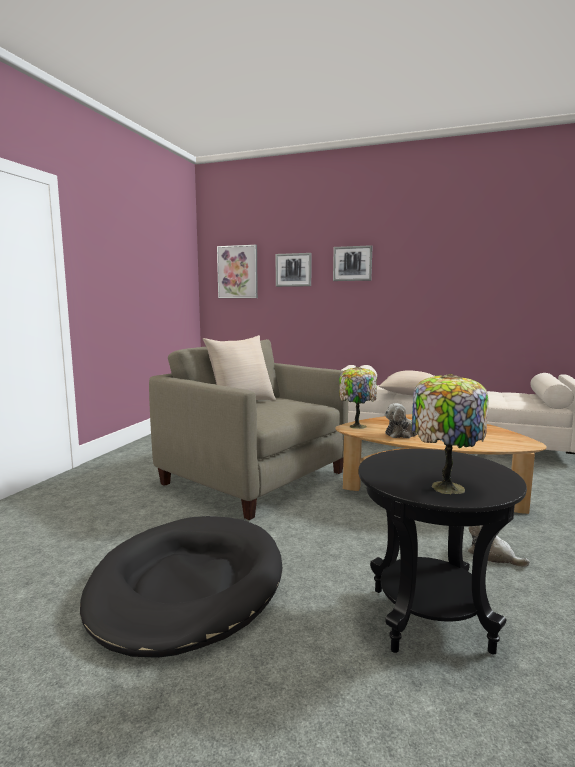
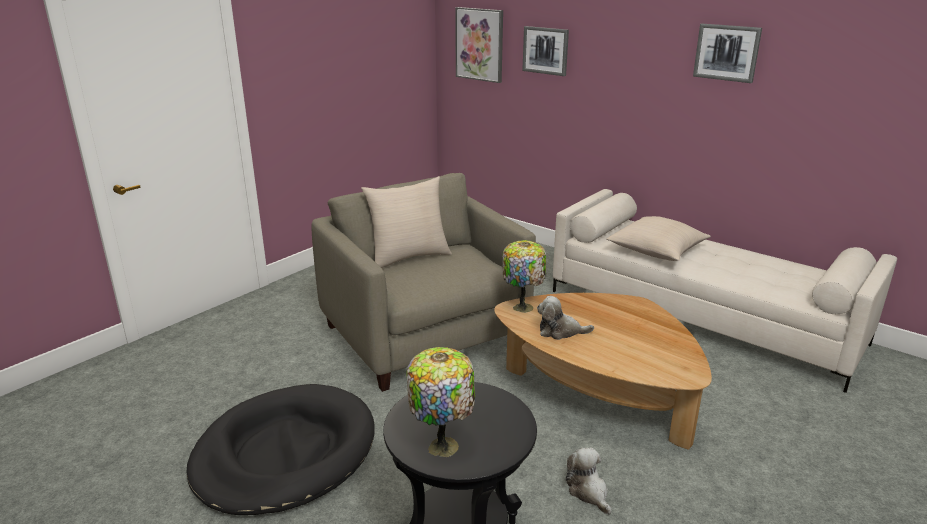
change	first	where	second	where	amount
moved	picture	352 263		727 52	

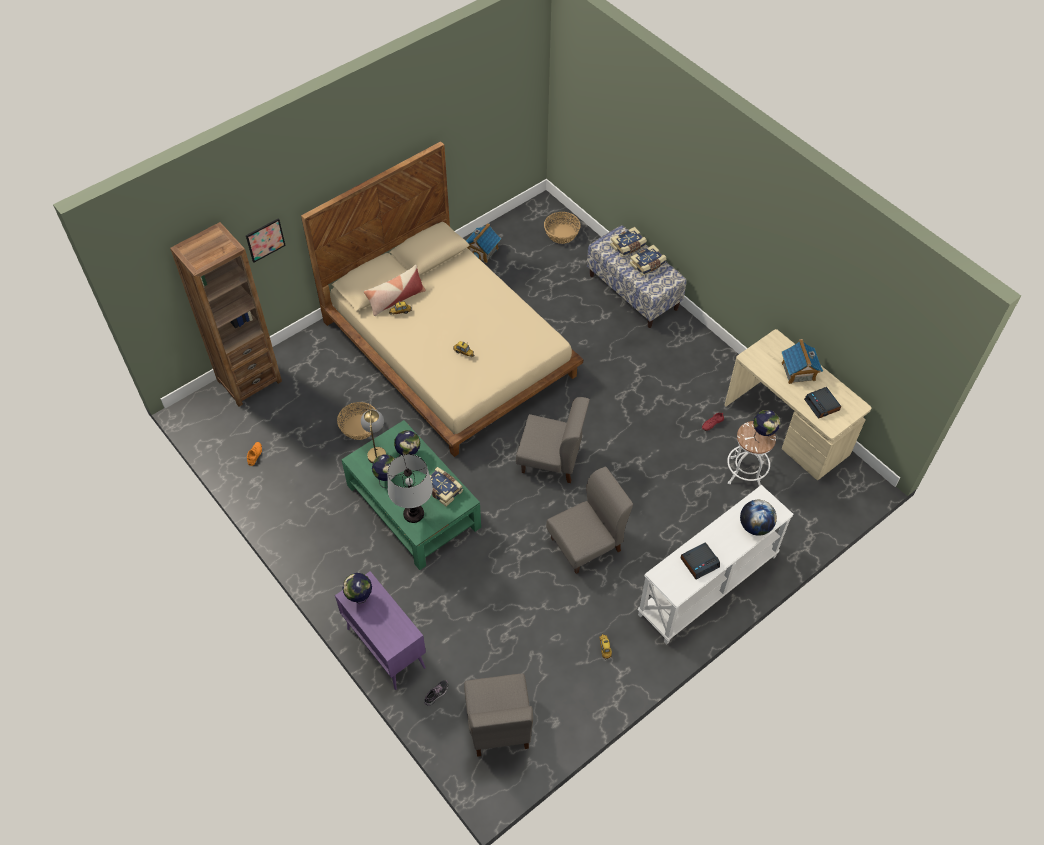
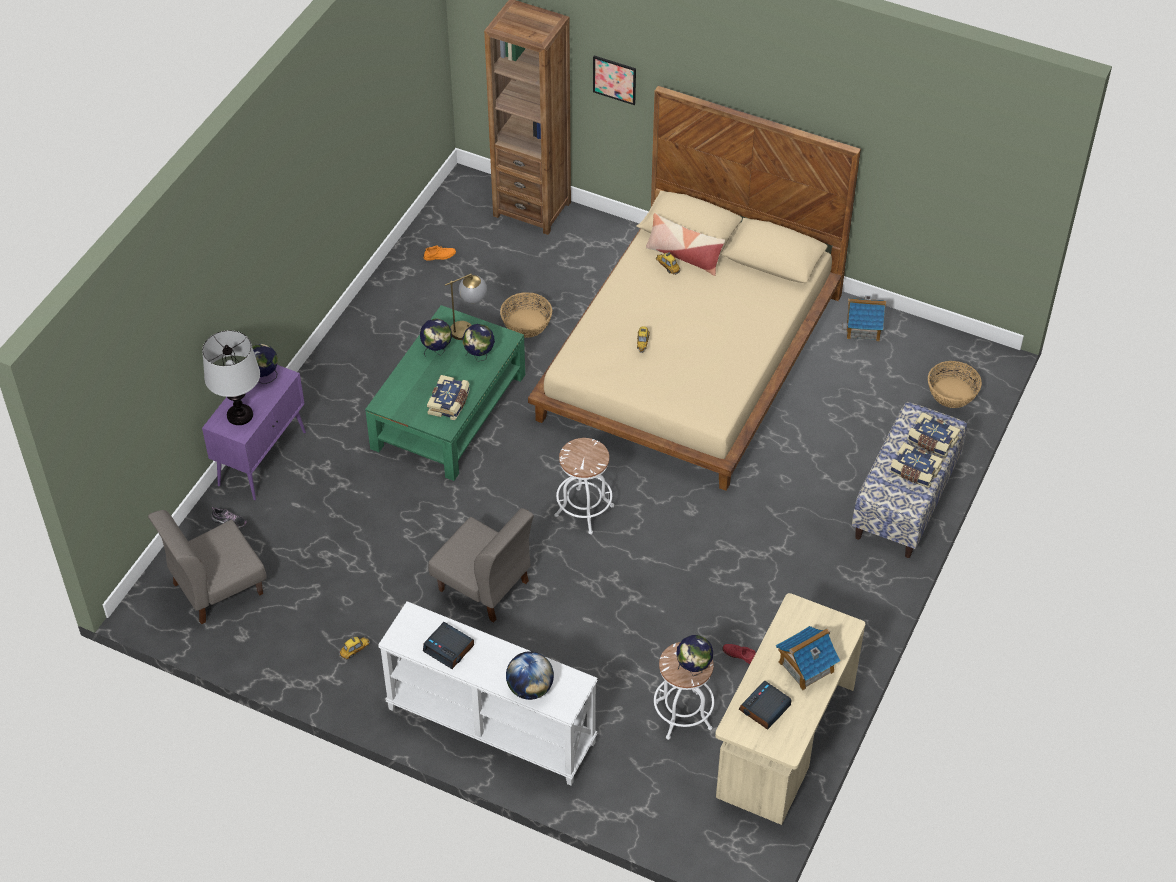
change	first	where	second	where	amount
moved	table_lamp	413 514		239 415	
replaced	grey_chair	551 460	white_stool	584 511	

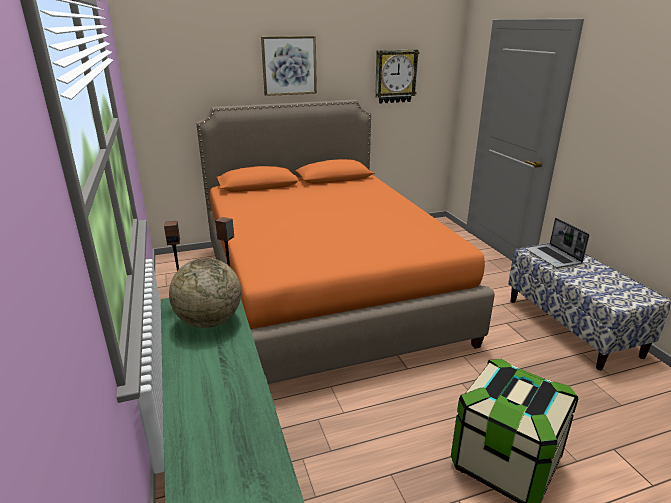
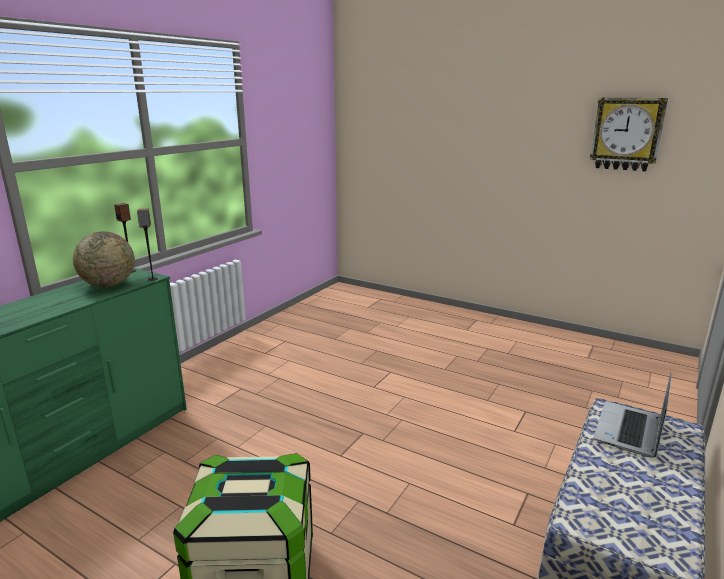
change	first	where	second	where	amount
removed	orange_bed	324 290			
removed	picture	289 65			

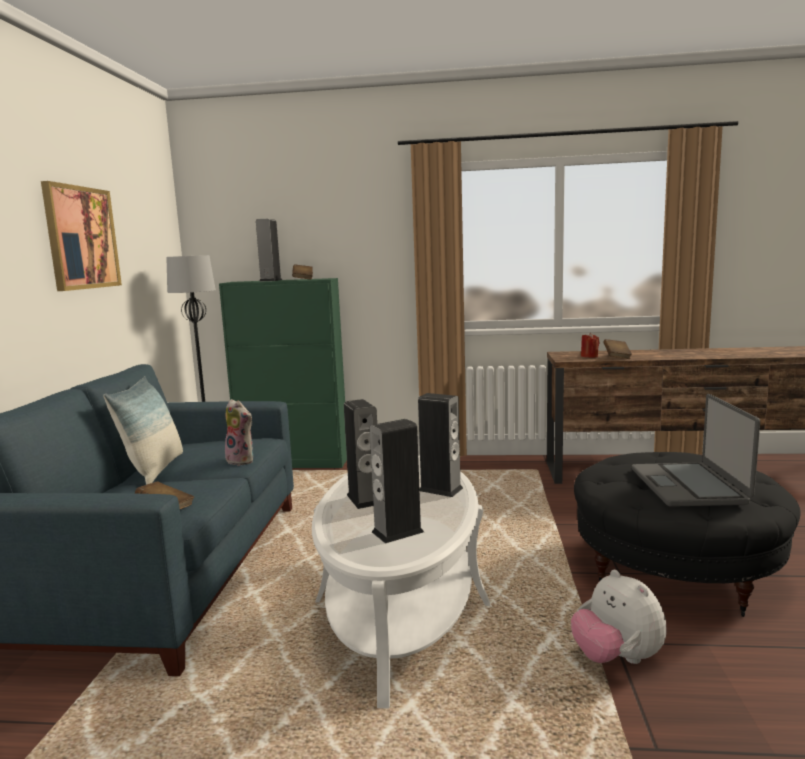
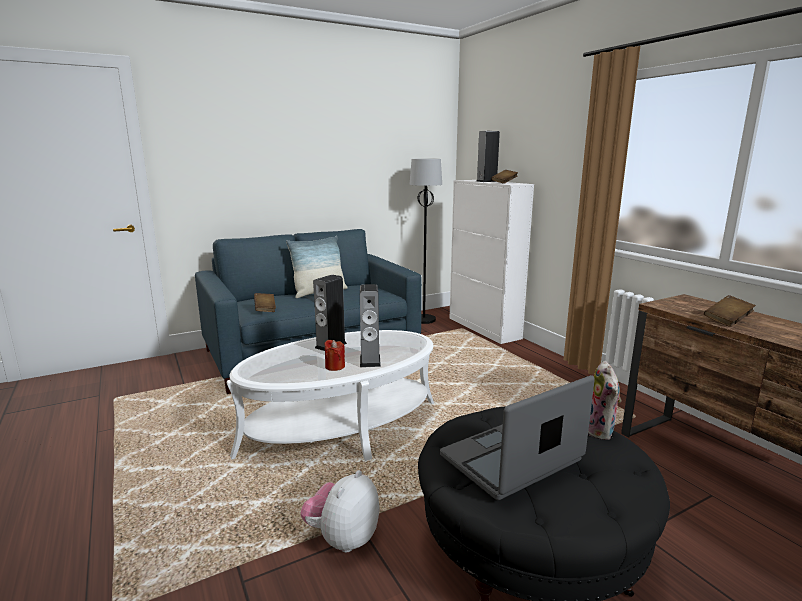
change	first	where	second	where	amount
moved	red_candle	589 356		335 366	
recoloured	green_cabinet	294 462	white_cabinet	484 328	
moved	plush_toy	242 460		600 432	
removed	picture	81 238			
removed	speaker	397 532			

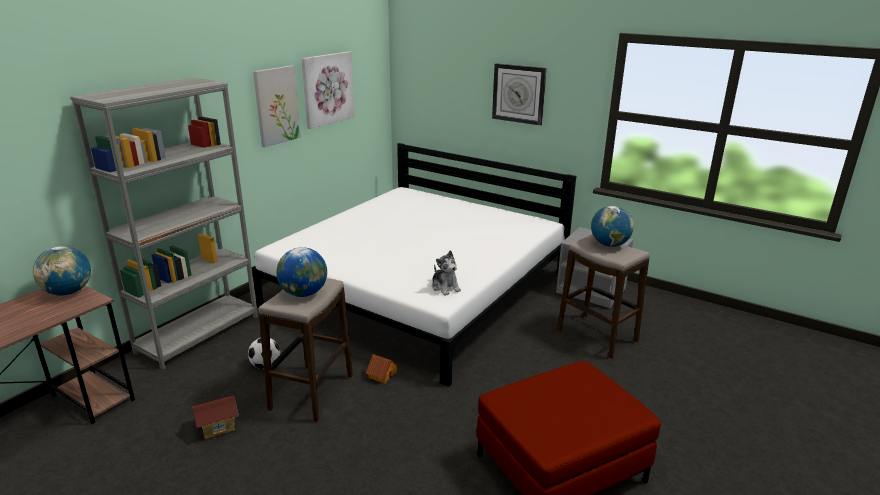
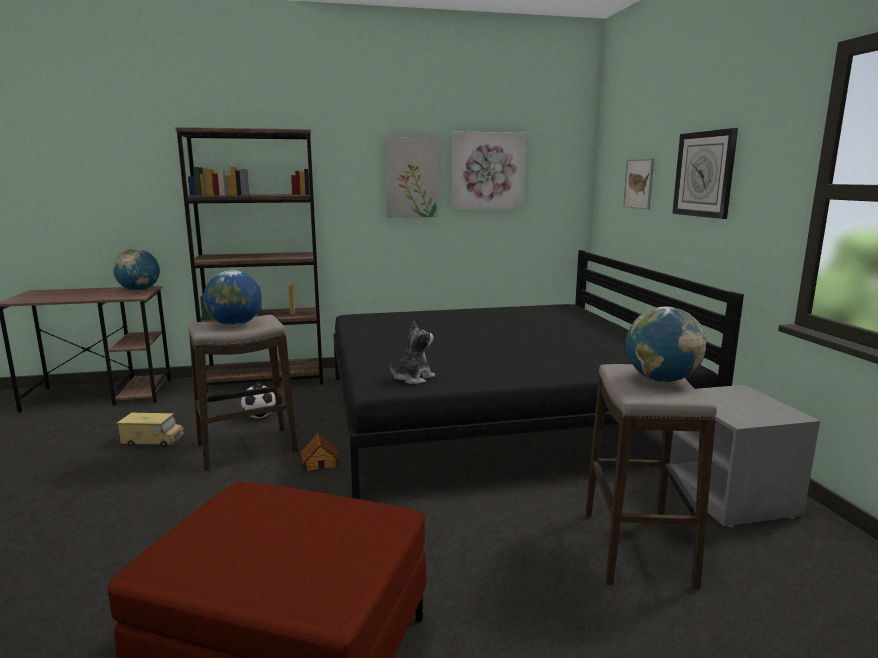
change	first	where	second	where	amount
replaced	toy_house	218 427	toy_truck	153 440	
recoloured	grey_bookcase	199 334	brown_bookcase	266 380	
recoloured	white_bed	420 288	black_bed	495 412	
turned	plush_toy	445 287		412 378	150 degrees counterclockwise
added			picture	639 183	

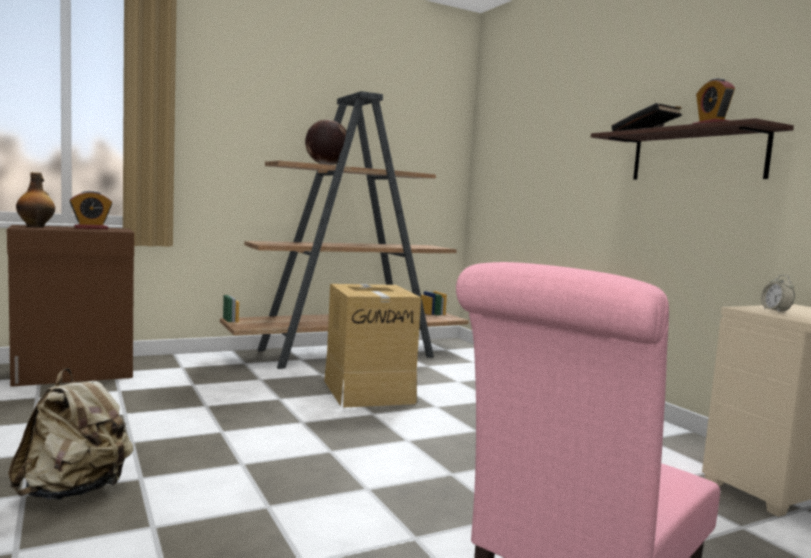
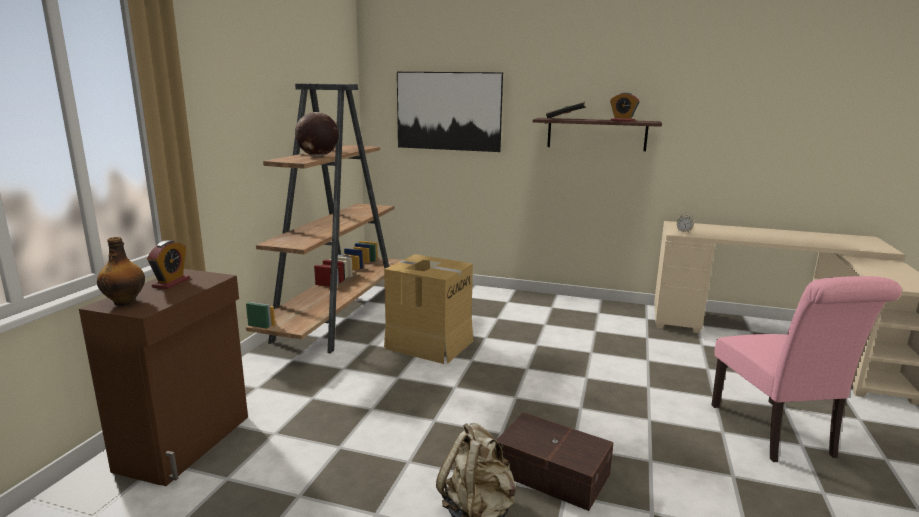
change	first	where	second	where	amount
added			picture	448 111	
added			brown_storage_box	552 472	

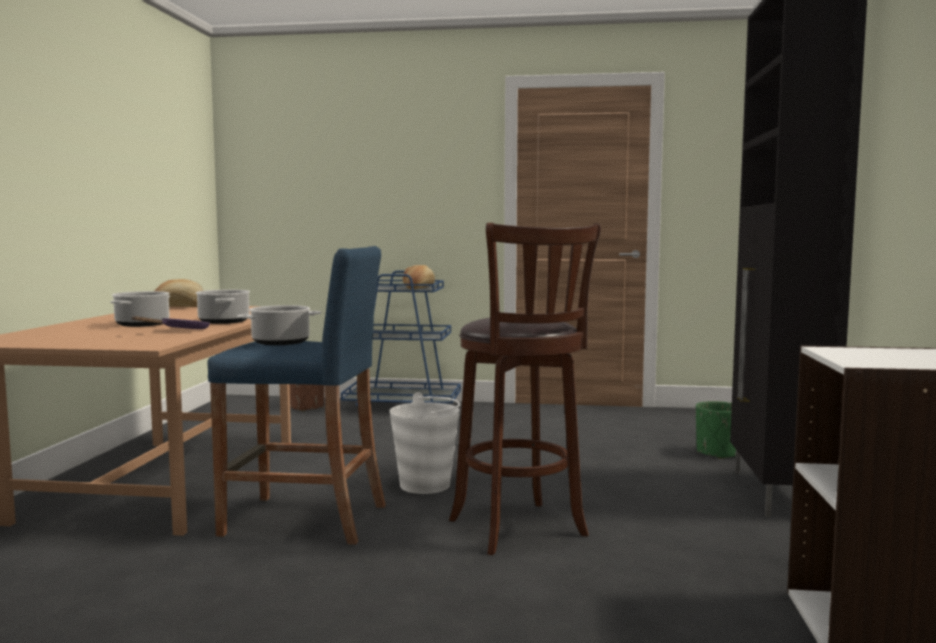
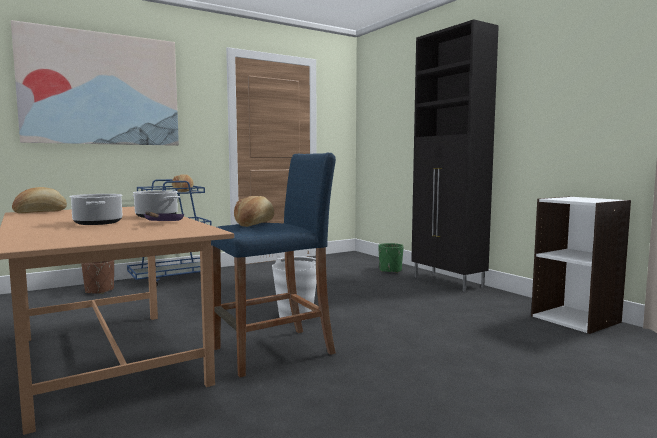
change	first	where	second	where	amount
added			picture	102 89	
replaced	cooking_pot	280 342	bread	254 224	
removed	brown_stool	521 530			

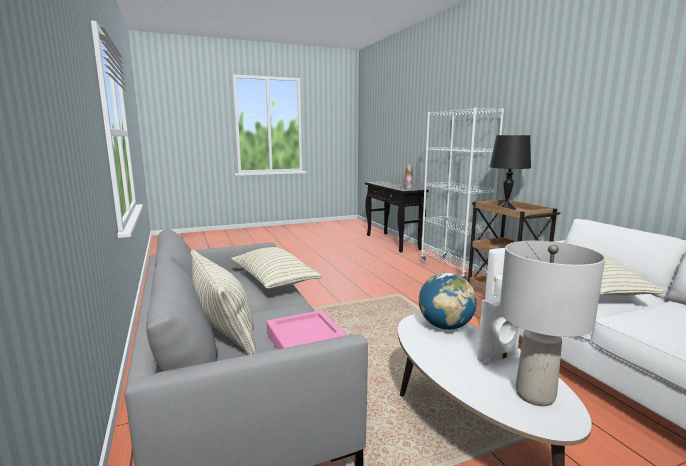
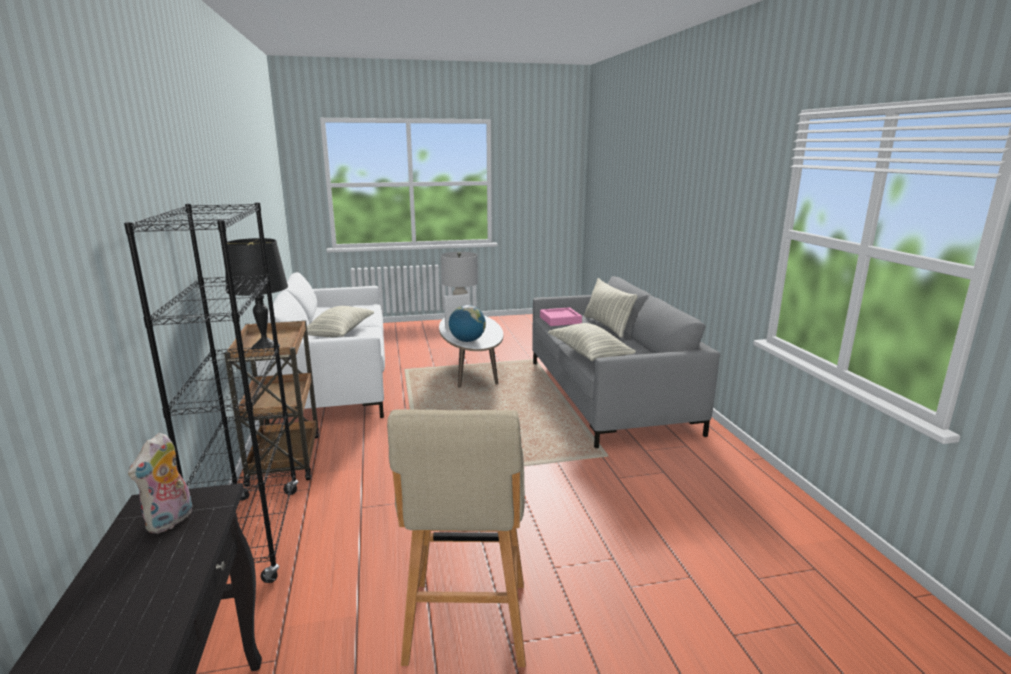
change	first	where	second	where	amount
recoloured	white_bookcase	453 270	black_bookcase	254 536	
added			beige_stool	466 626	

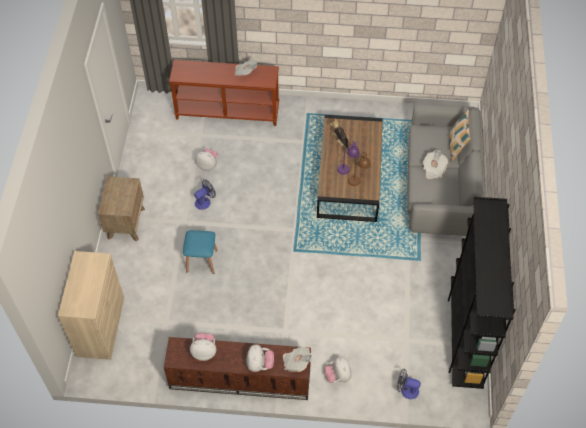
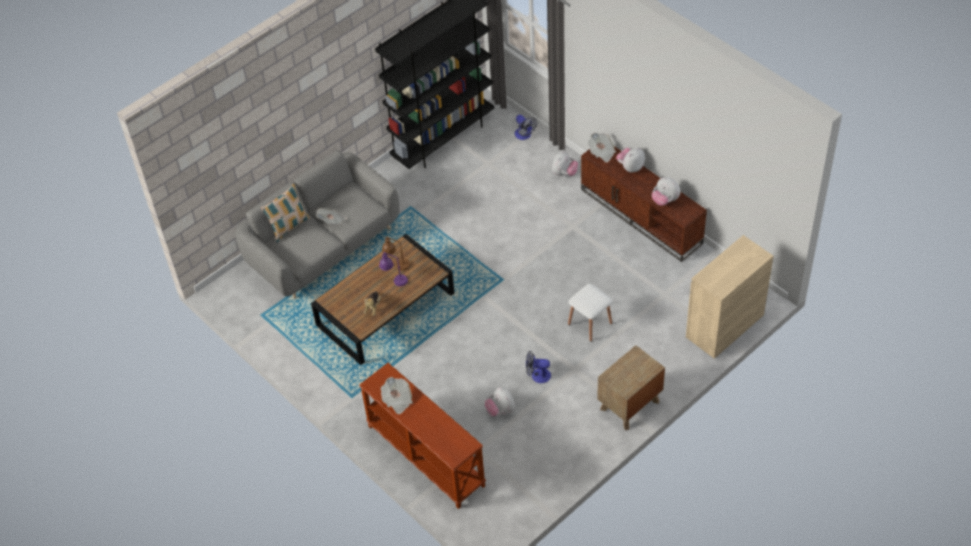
change	first	where	second	where	amount
recoloured	blue_stool	201 261	white_stool	590 323	

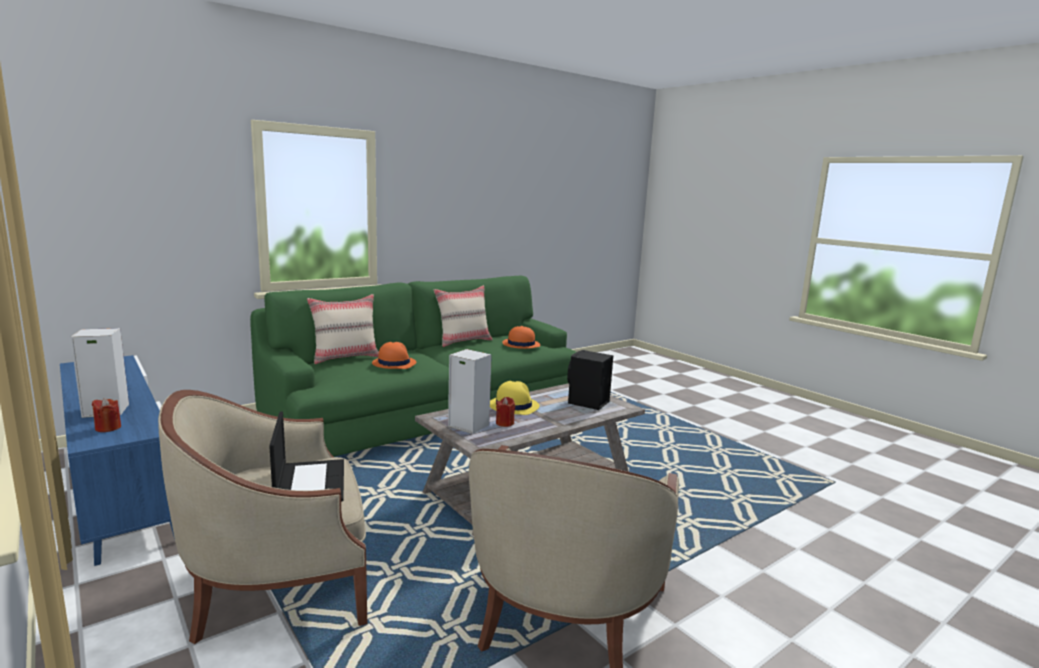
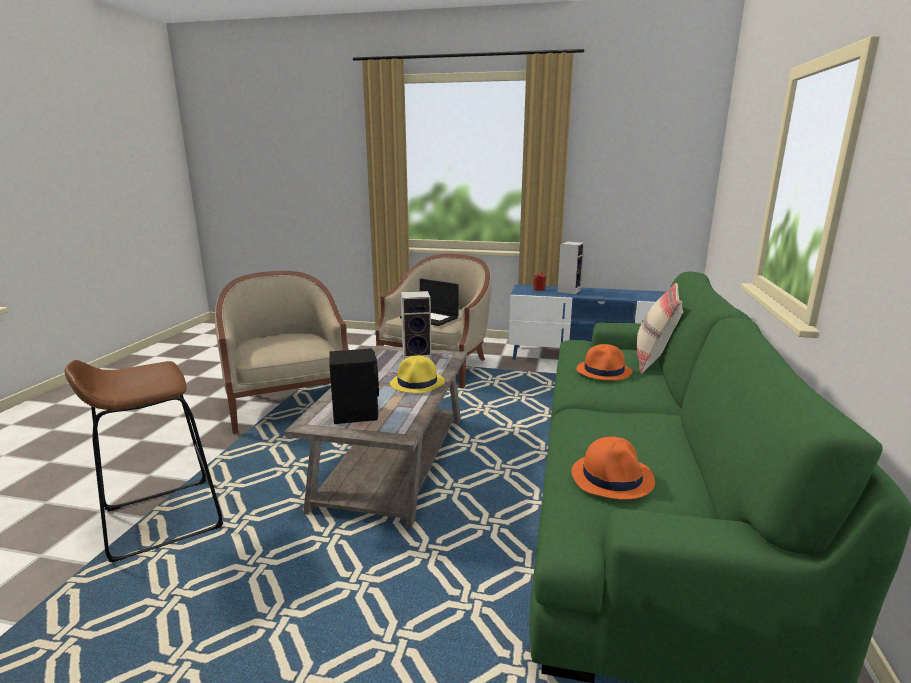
change	first	where	second	where	amount
added			brown_stool	162 518	
removed	beige_pillow	463 341			
removed	red_candle	505 423			

